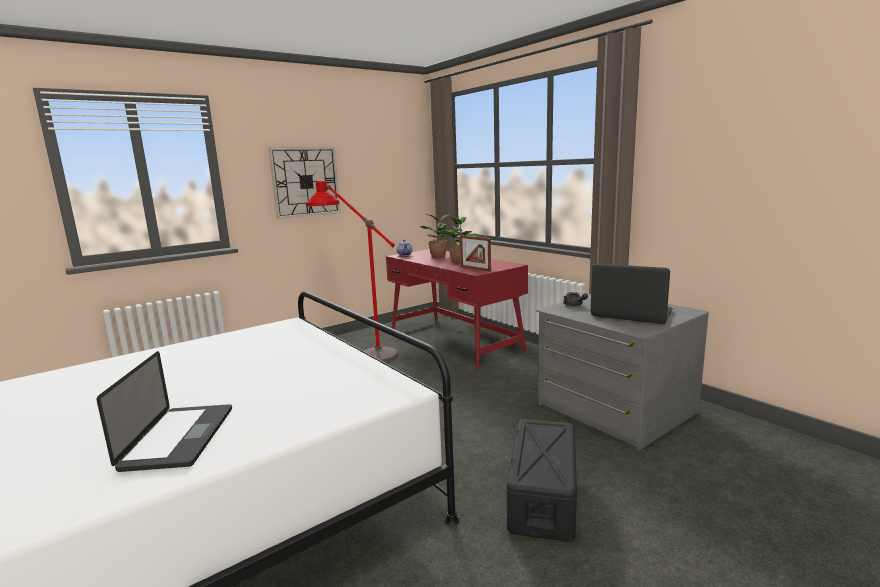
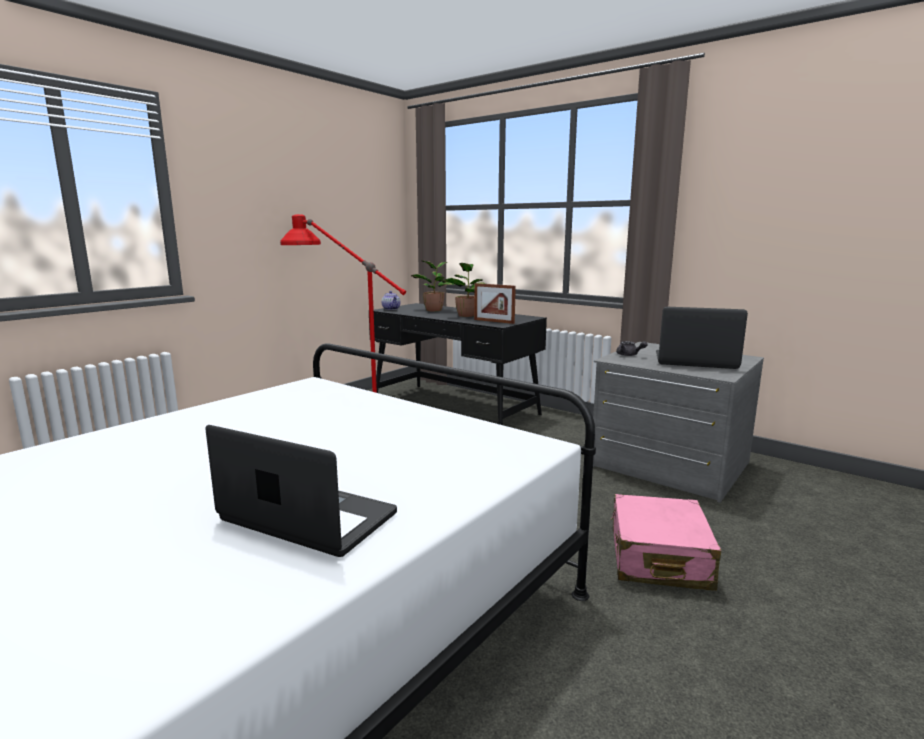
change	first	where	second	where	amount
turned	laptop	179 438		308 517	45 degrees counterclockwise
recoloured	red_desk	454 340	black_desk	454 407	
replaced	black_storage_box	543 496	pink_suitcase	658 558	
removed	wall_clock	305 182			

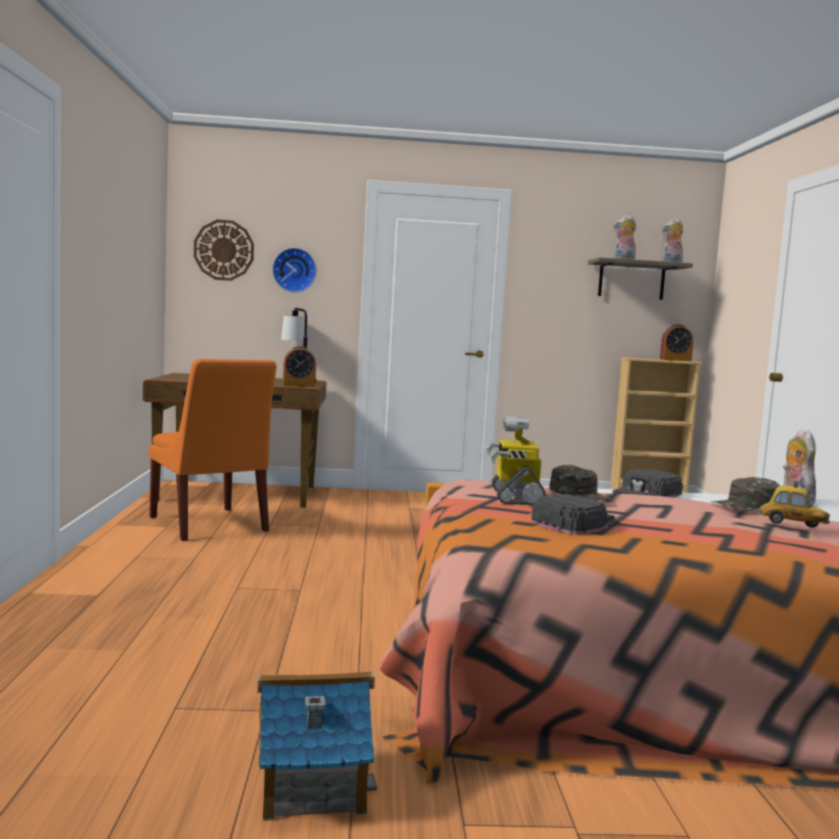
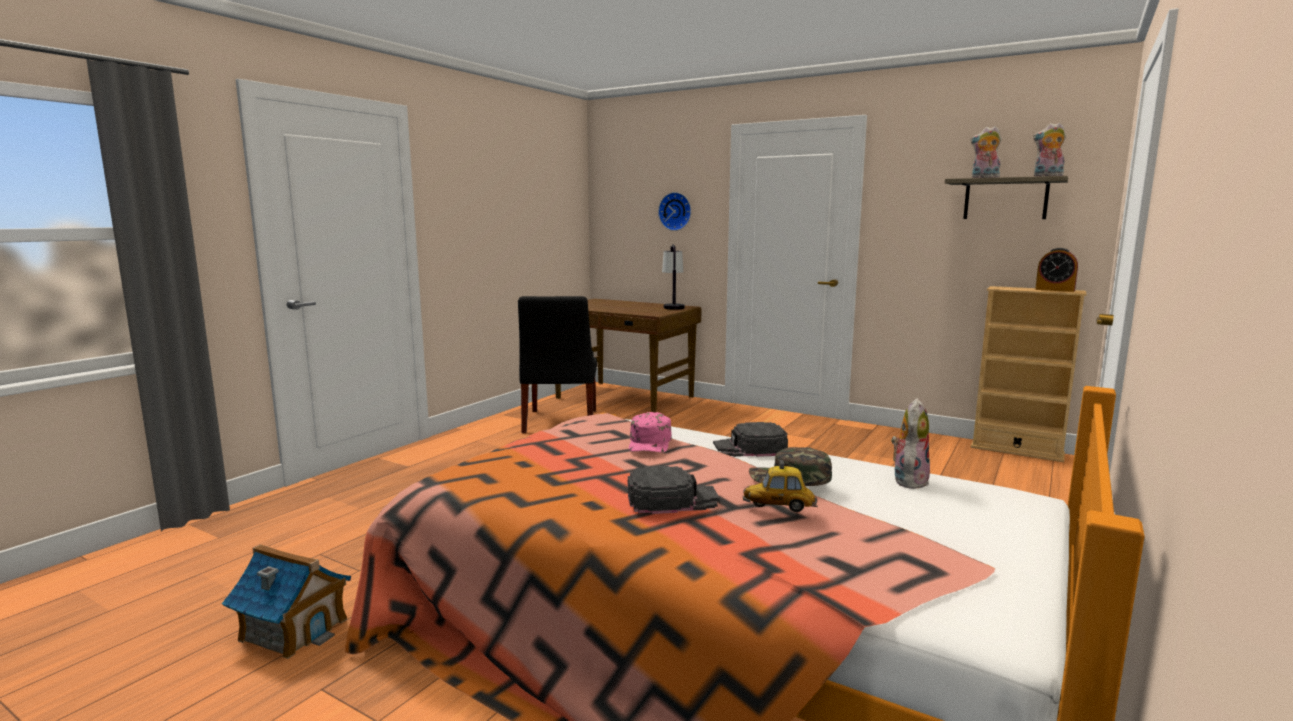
change	first	where	second	where	amount
recoloured	orange_chair	209 525	black_chair	559 422	
moved	black_cap	575 523		671 499	
recoloured	green_cap	580 495	pink_cap	650 442	
turned	toy_car	791 524		779 507	120 degrees clockwise
removed	wall_clock	224 250			
removed	alarm_clock	298 385			
removed	toy_robot	514 496			

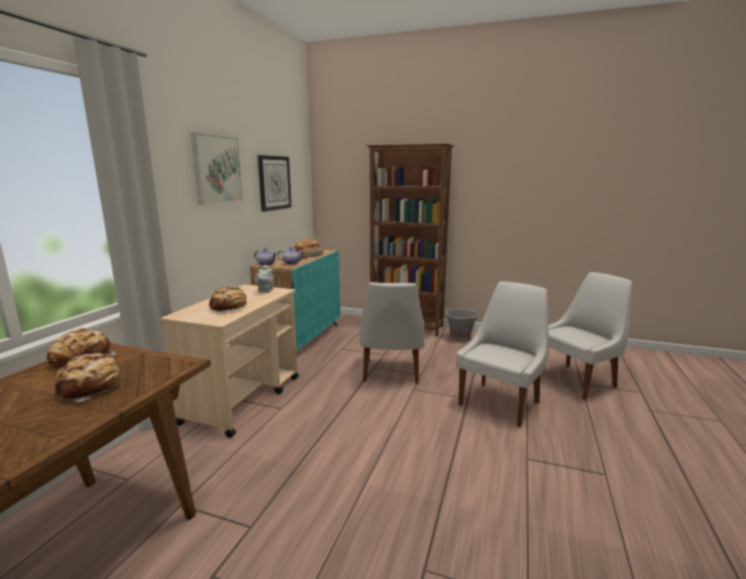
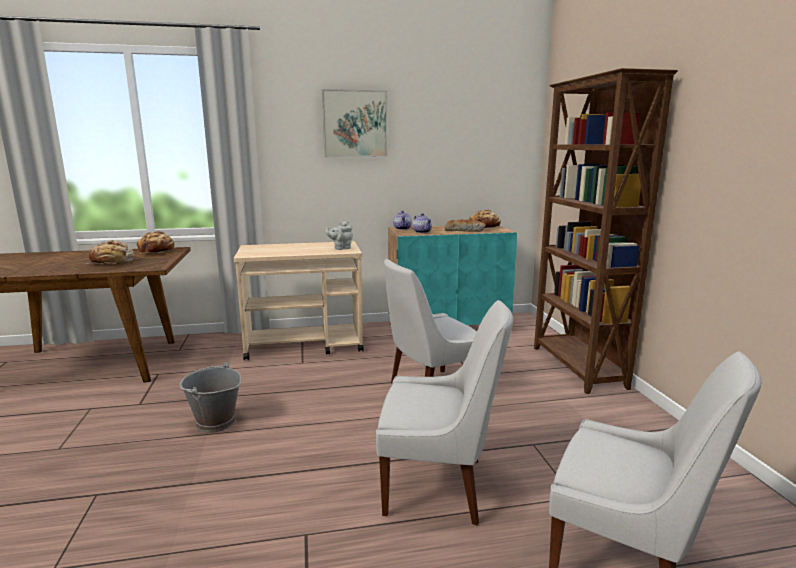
change	first	where	second	where	amount
moved	grey_bucket	460 337		215 422	
removed	bread	229 307			
removed	wall_clock	274 183			

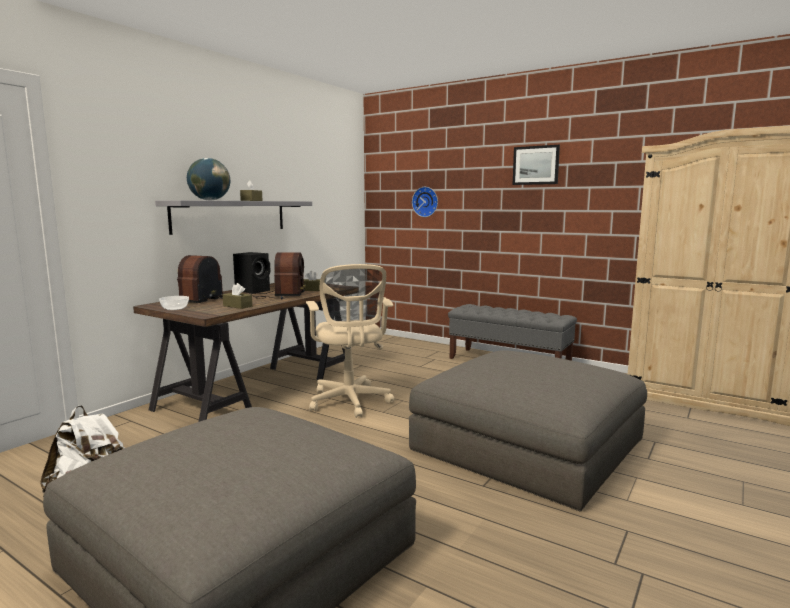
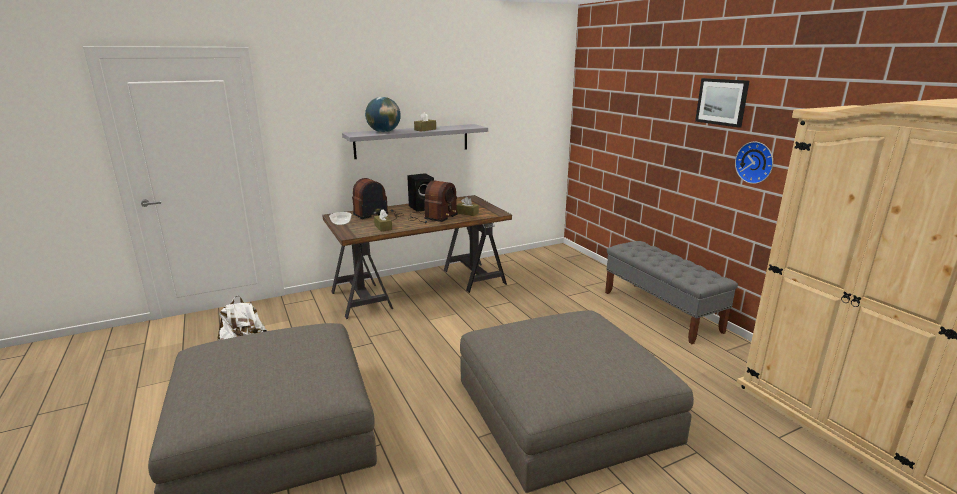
change	first	where	second	where	amount
moved	wall_clock	426 202		755 162	
removed	beige_office_chair	350 402			

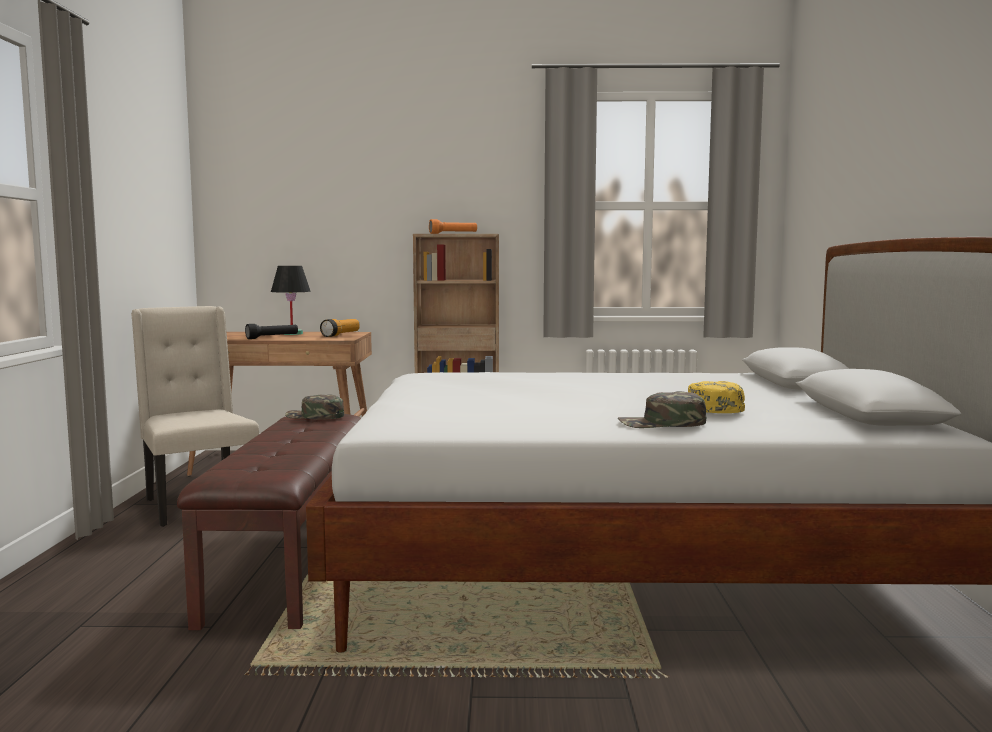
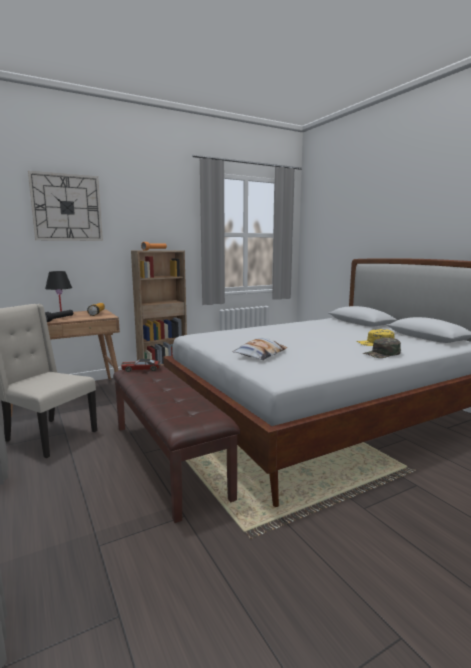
change	first	where	second	where	amount
added			wall_clock	67 207	
replaced	green_cap	314 416	toy_car	141 369	
added			pillow	260 354	

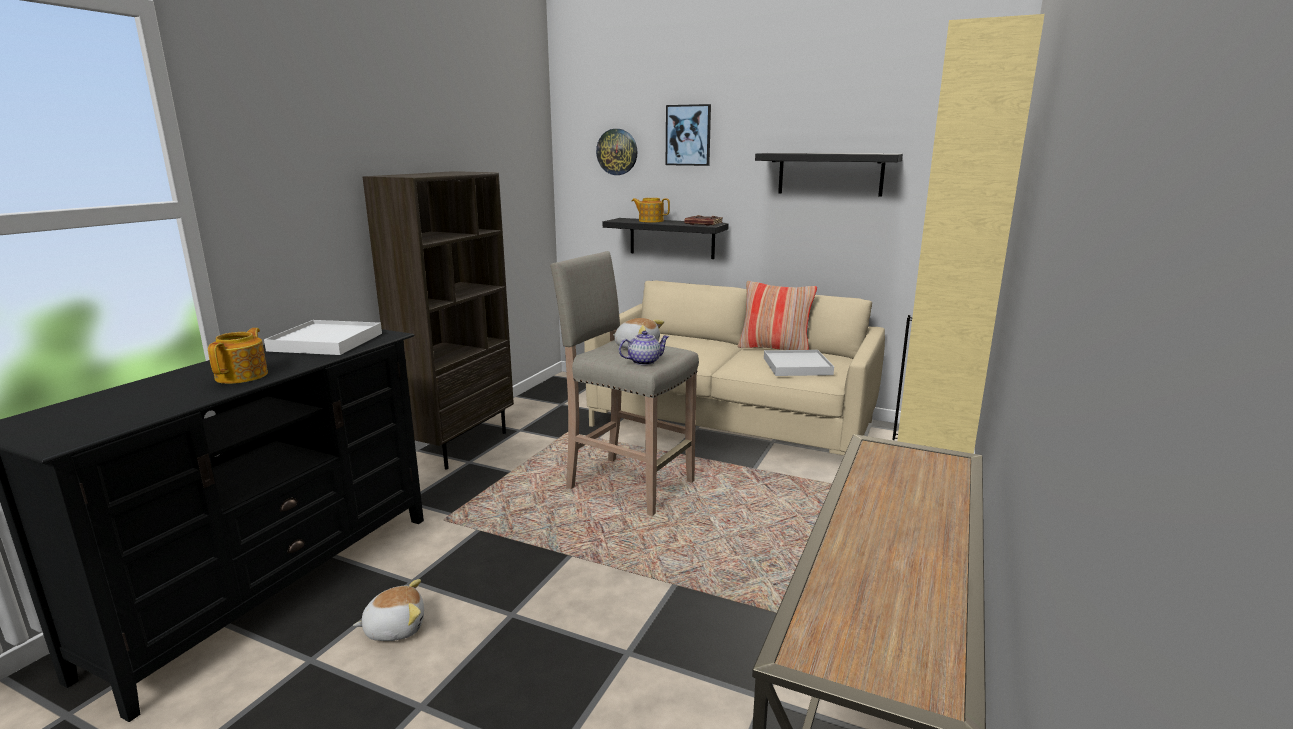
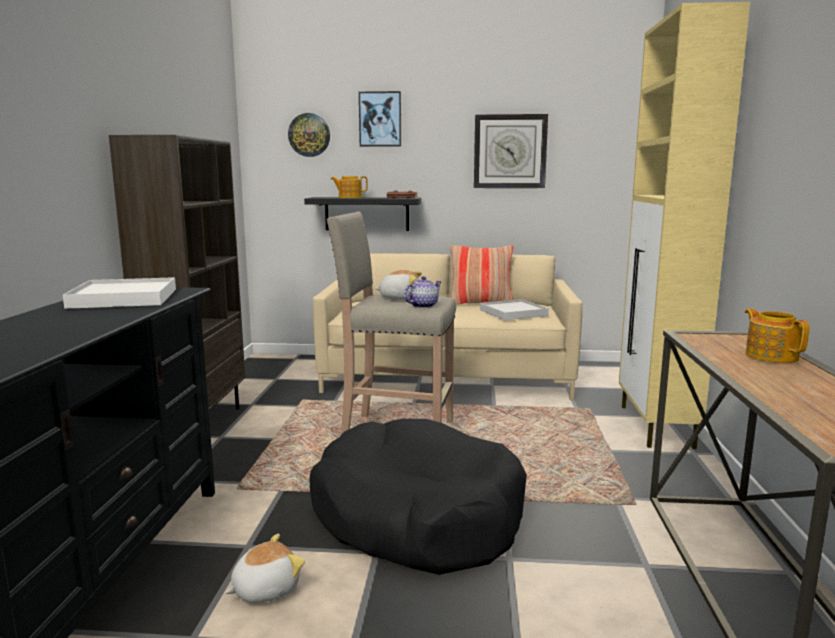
change	first	where	second	where	amount
added			black_dog_bed	417 516	
replaced	black_shelf	830 174	wall_clock	510 151	
moved	teapot	243 375		771 356	

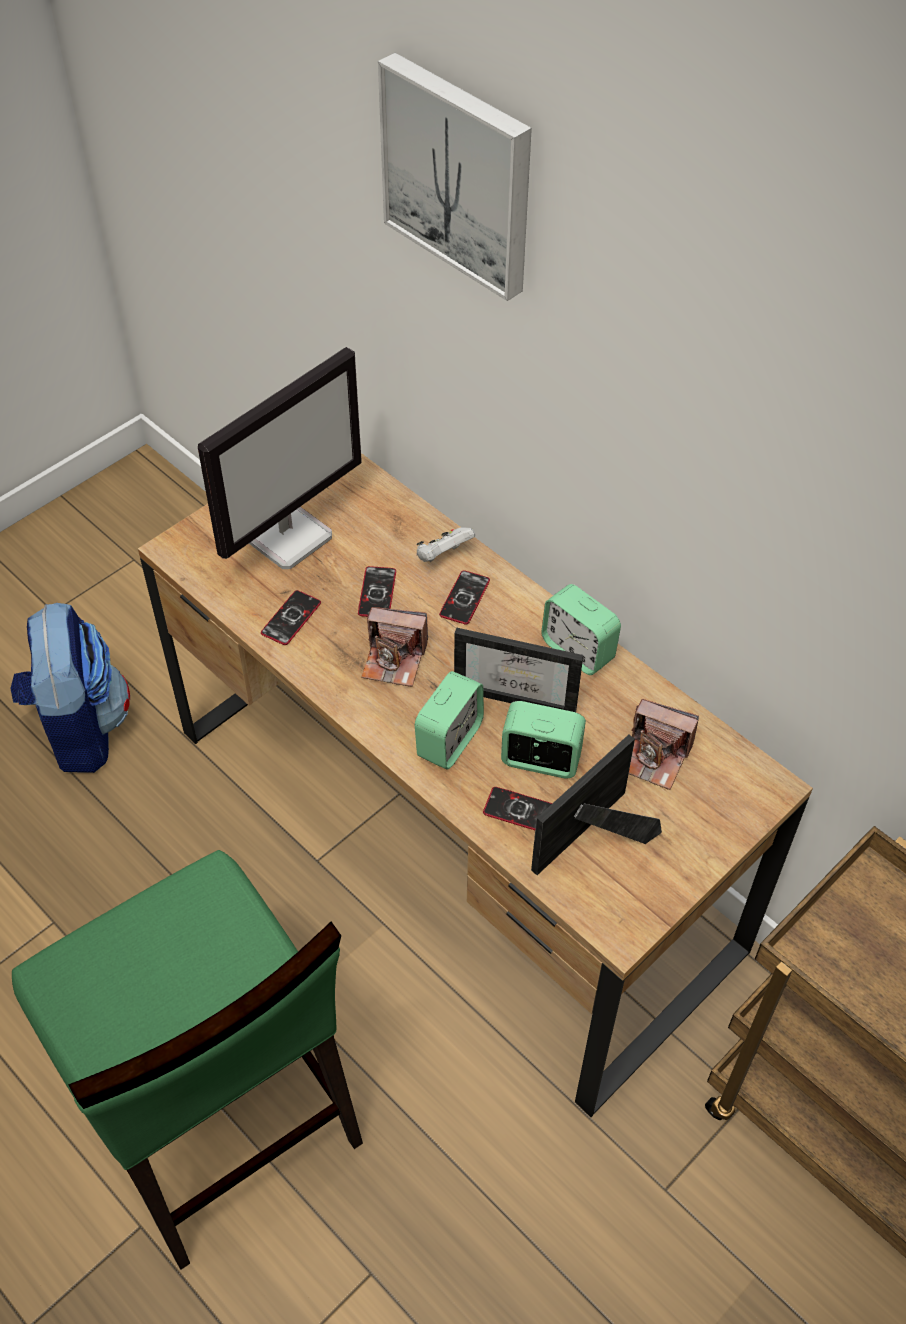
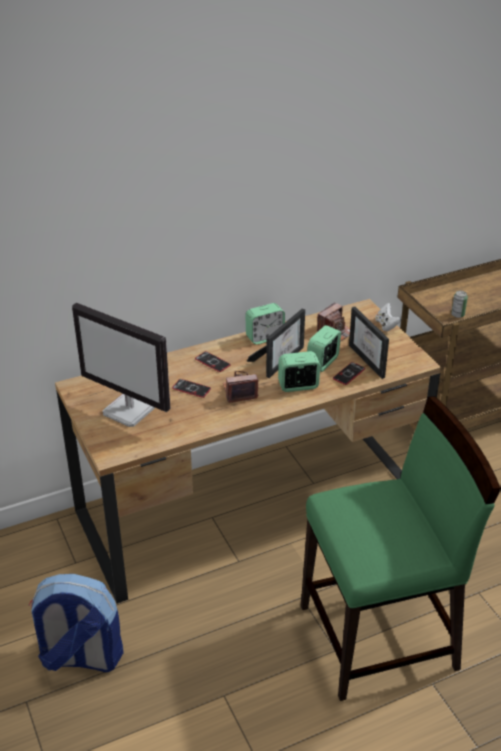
change	first	where	second	where	amount
turned	monitor	289 535		130 411	150 degrees clockwise
turned	photo_camera	394 660		239 392	135 degrees counterclockwise
turned	alarm_clock	449 740		298 386	60 degrees counterclockwise
moved	white_game_controller	443 556		386 325	
added			can	457 315	
removed	phone	291 618			
removed	picture	460 174			

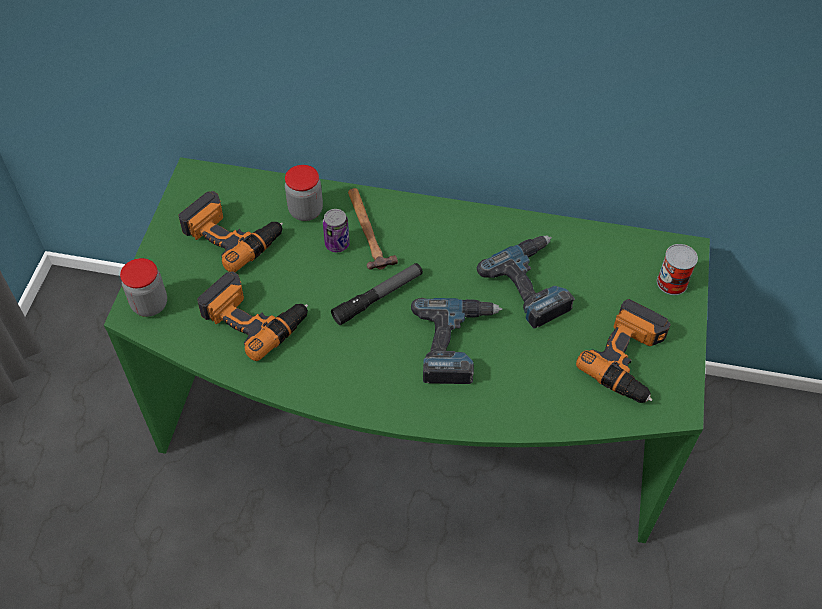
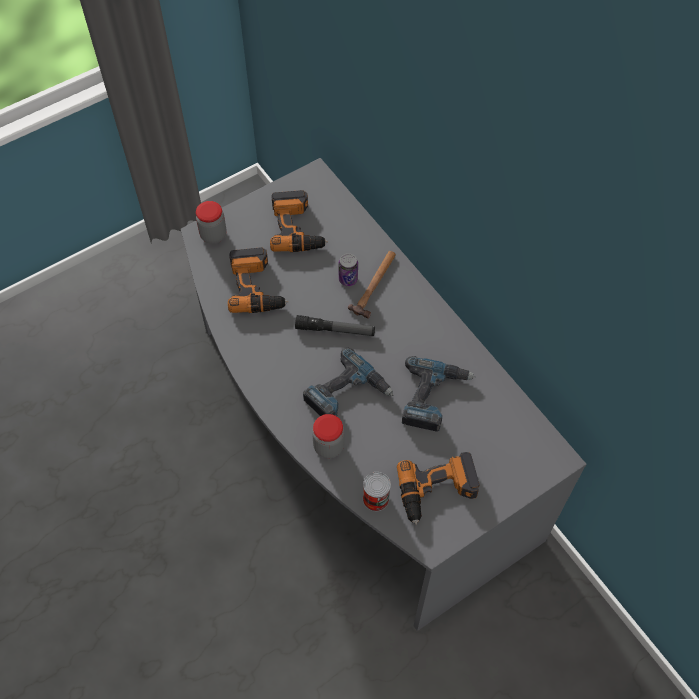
change	first	where	second	where	amount
recoloured	green_desk	411 425	grey_desk	355 436	
moved	jar	305 211		328 446	
moved	can	672 282		376 498	

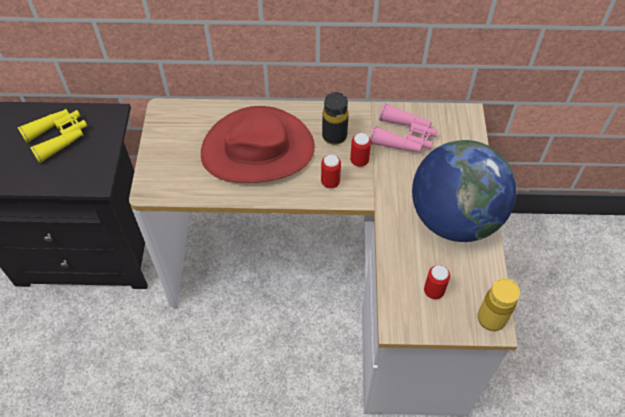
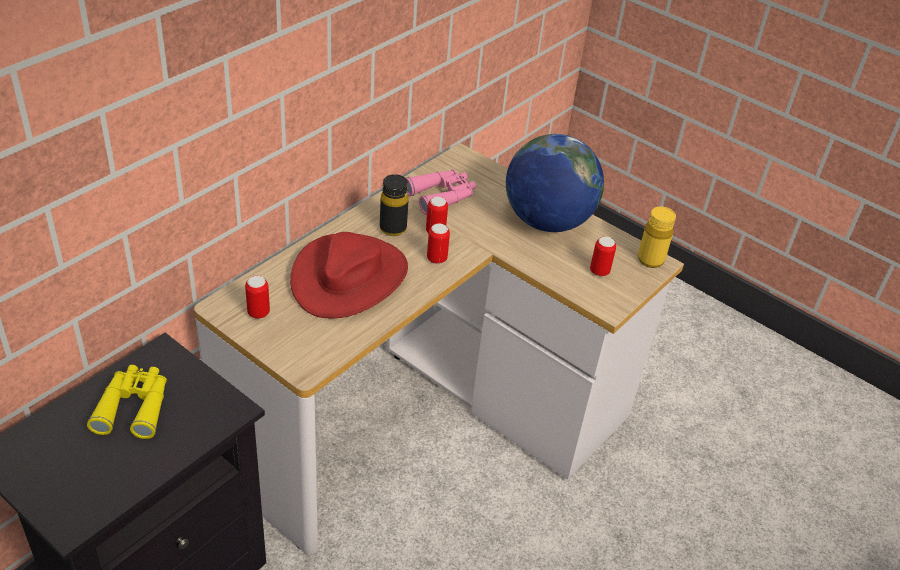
change	first	where	second	where	amount
added			can	258 313	

